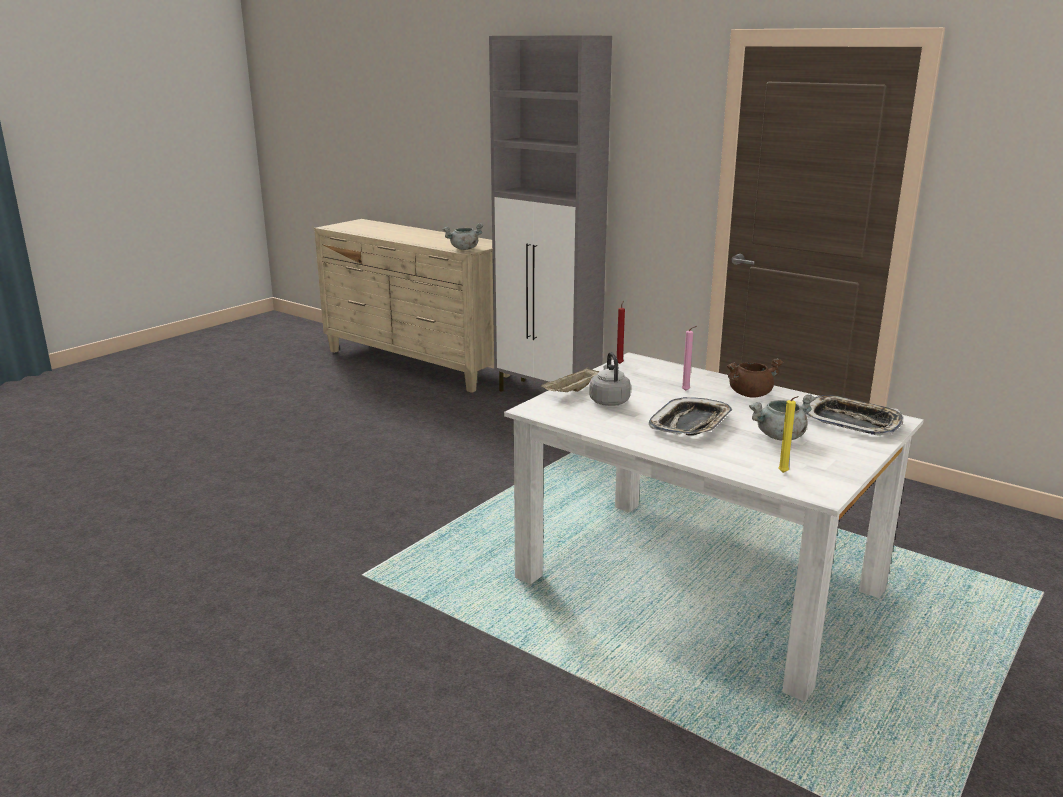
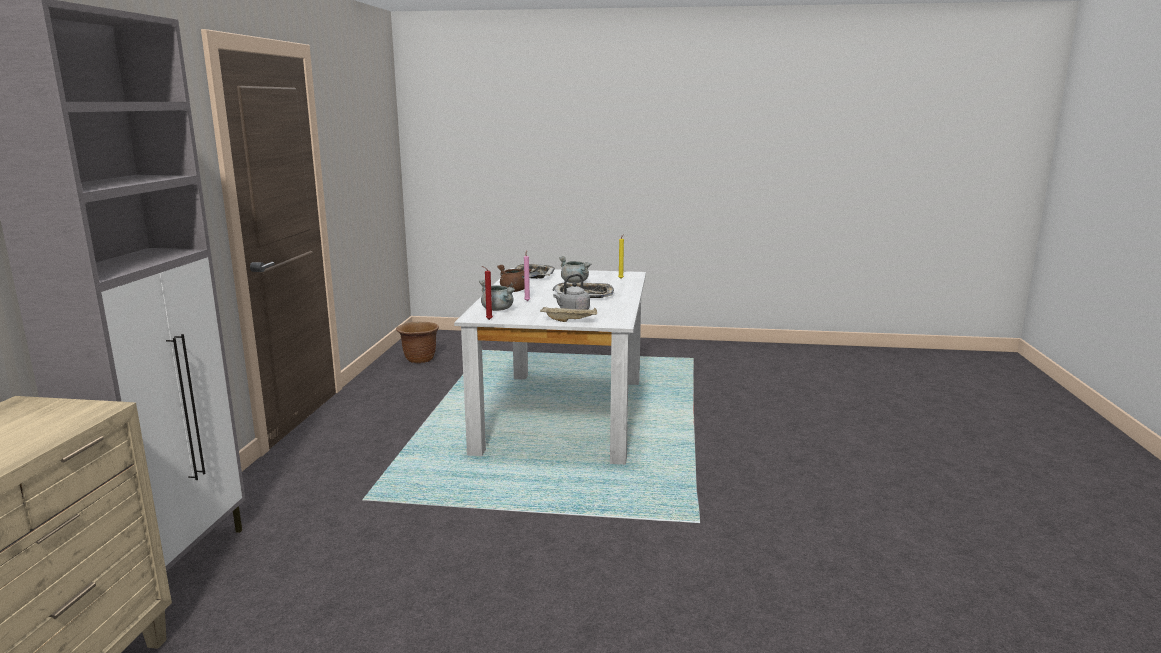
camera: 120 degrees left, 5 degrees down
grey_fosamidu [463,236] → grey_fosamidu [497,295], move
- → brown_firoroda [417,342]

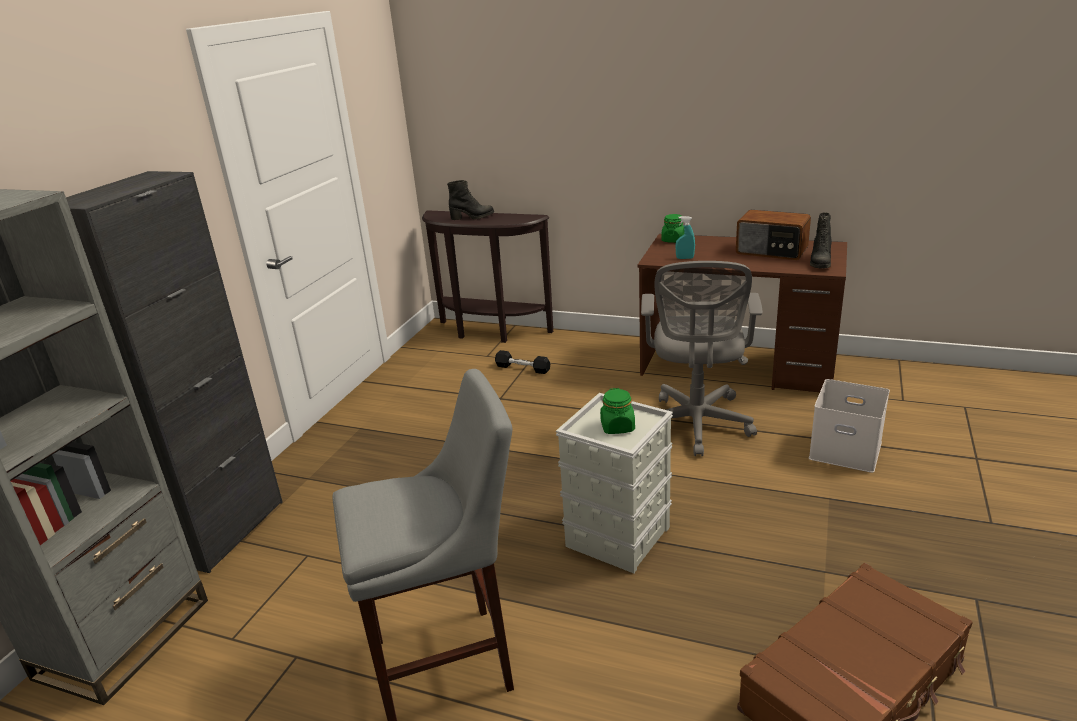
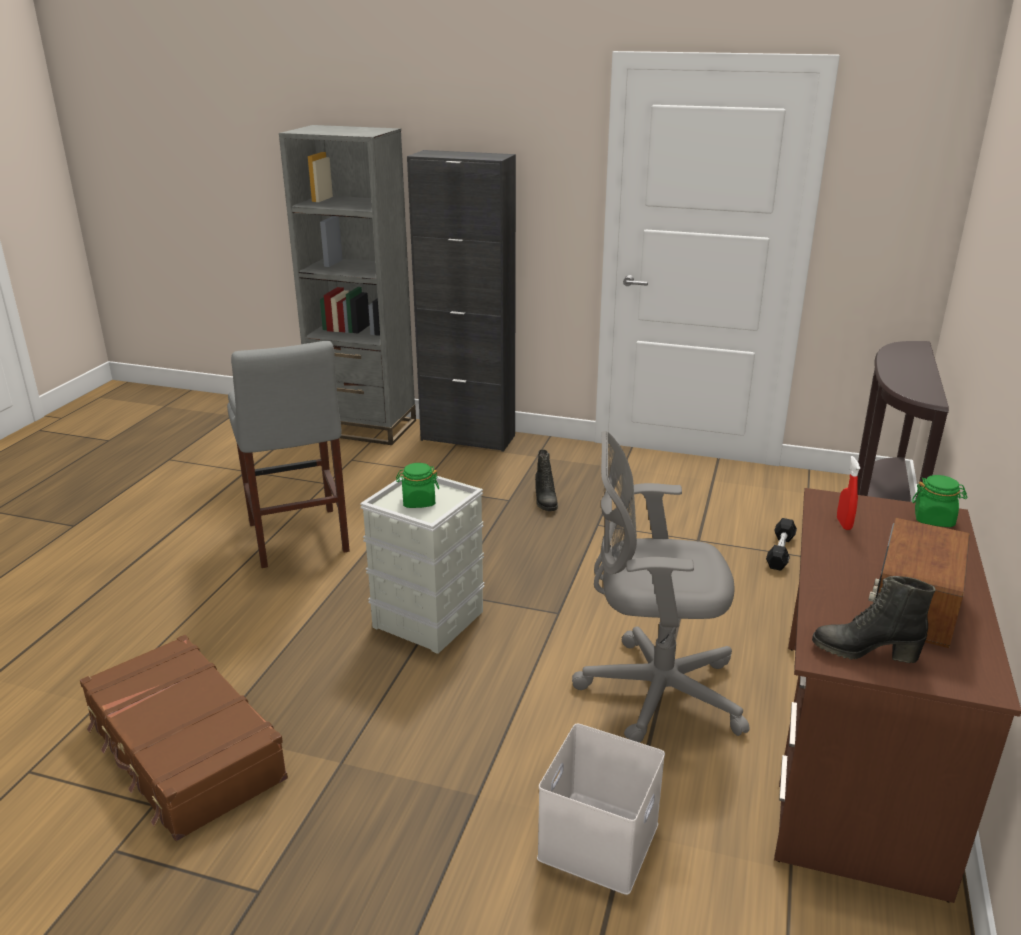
camera: 85 degrees right, 0 degrees up
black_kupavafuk [470,200] → black_kupavafuk [546,480], move
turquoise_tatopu [685,237] → red_tatopu [848,493]

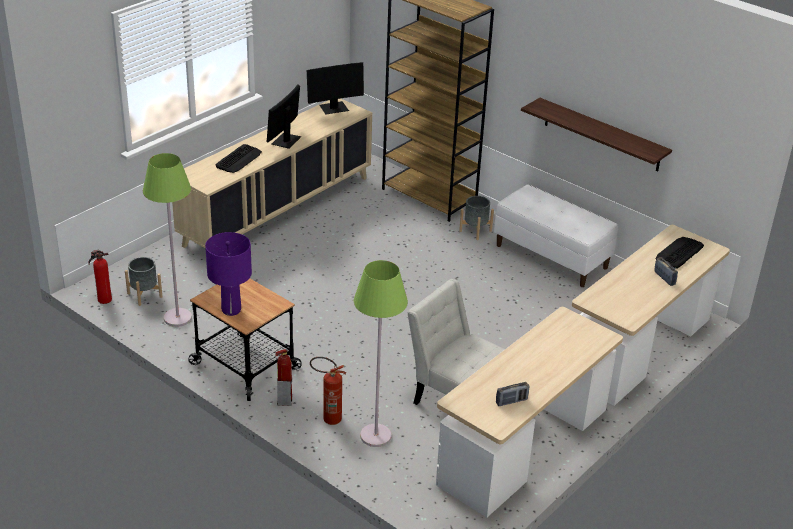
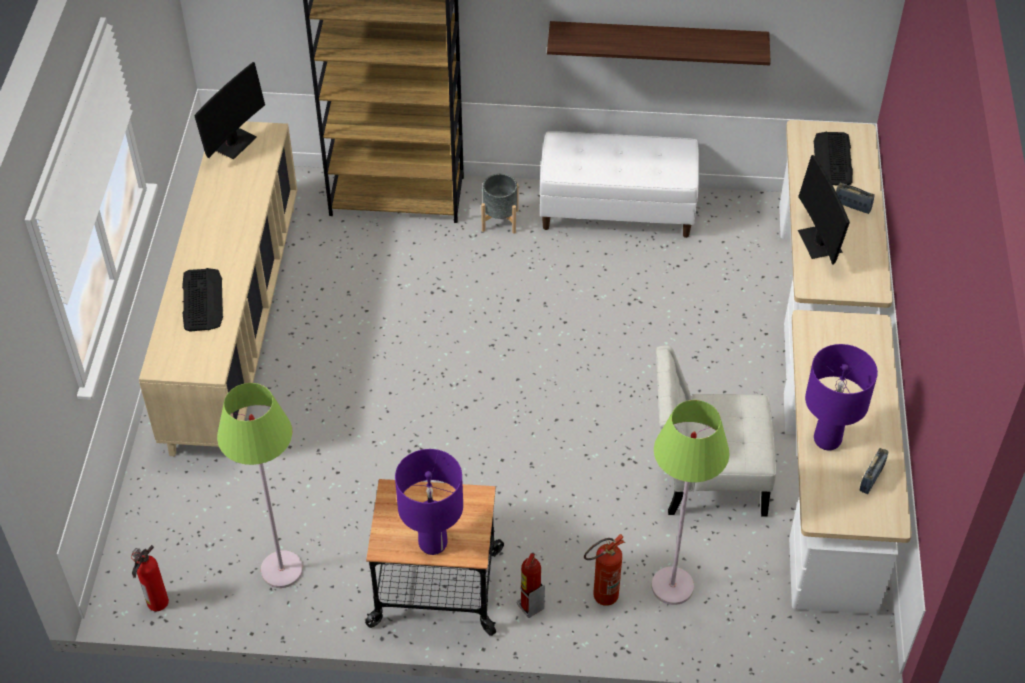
camera: 35 degrees left, 15 degrees up
grey_firoroda [143,281] → -
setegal [284,117] → setegal [824,210], move
- → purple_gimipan [841,397]

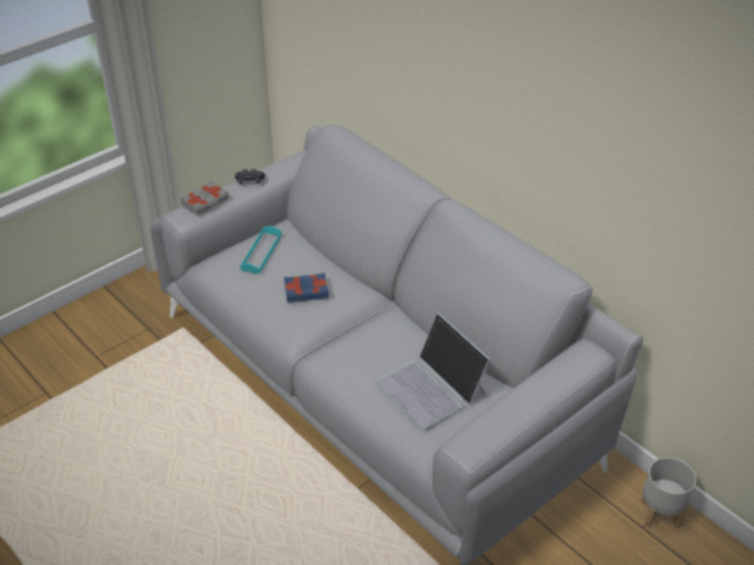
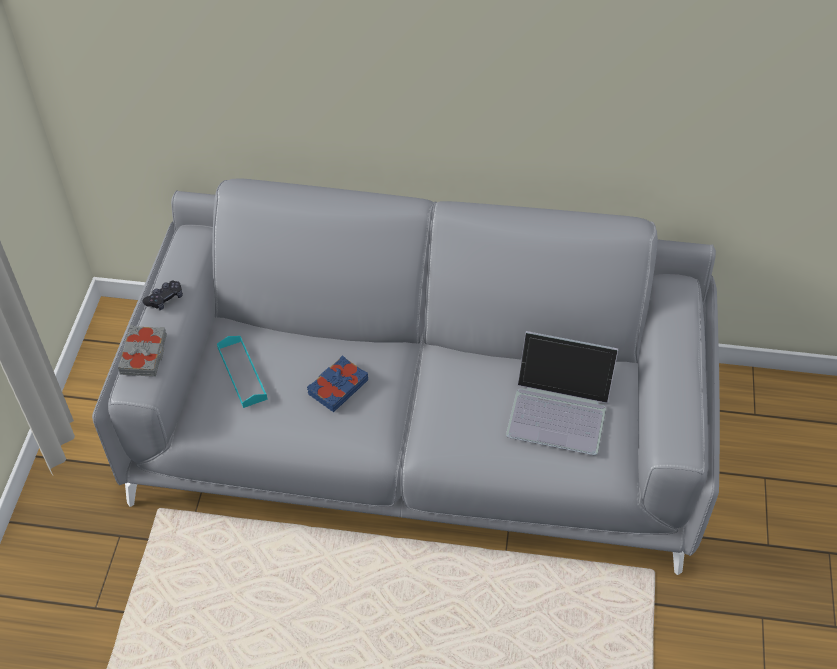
camera: 40 degrees left, 10 degrees up
grey_firoroda [668,493] → -

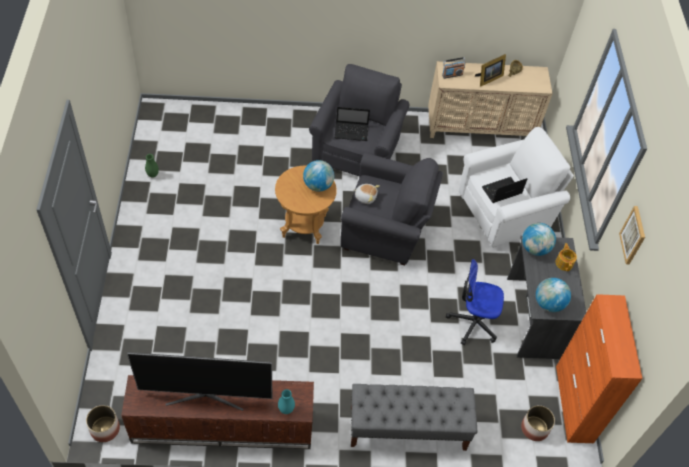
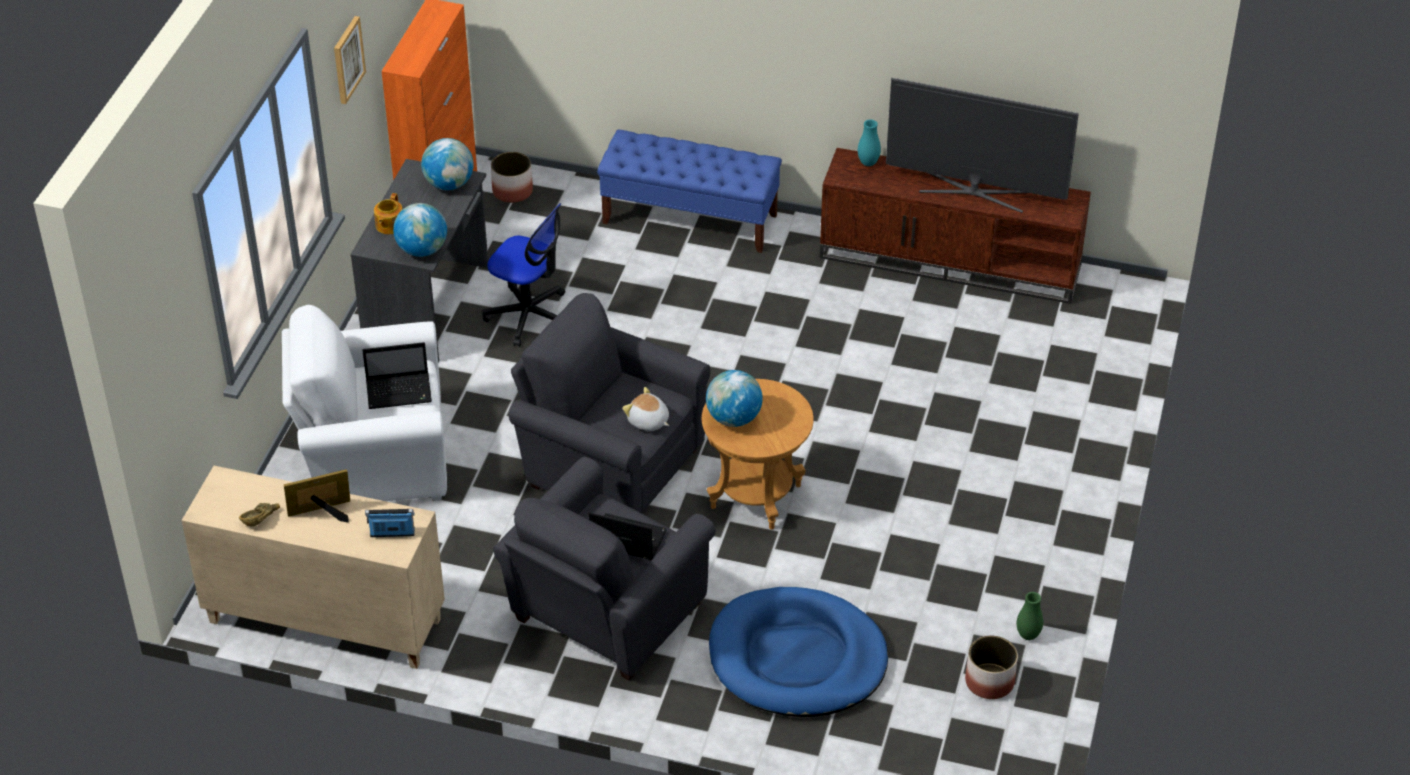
camera: 160 degrees left, 10 degrees down
firoroda [103,423] → firoroda [991,667], move
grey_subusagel [414,417] → blue_subusagel [689,191]
- → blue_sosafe [798,652]

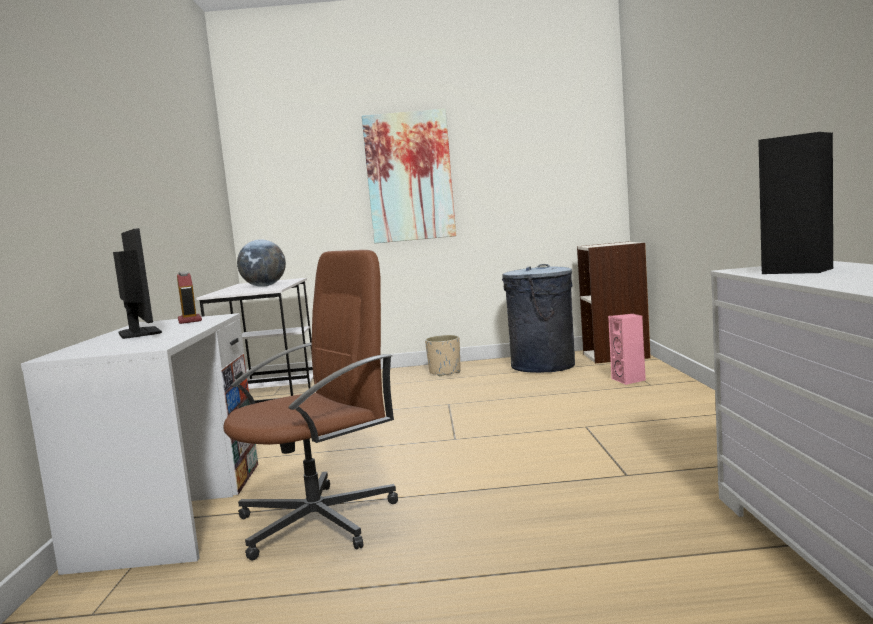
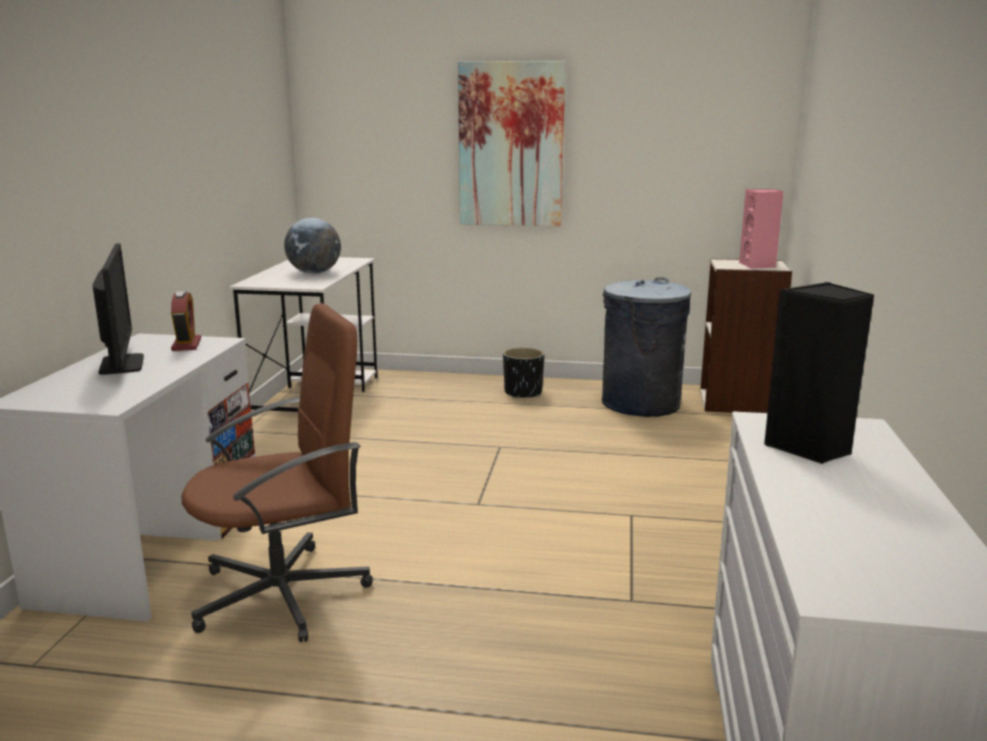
camera: 10 degrees right, 10 degrees up
beige_firoroda [443,355] → black_firoroda [524,373]
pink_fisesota [627,349] → pink_fisesota [761,229], move

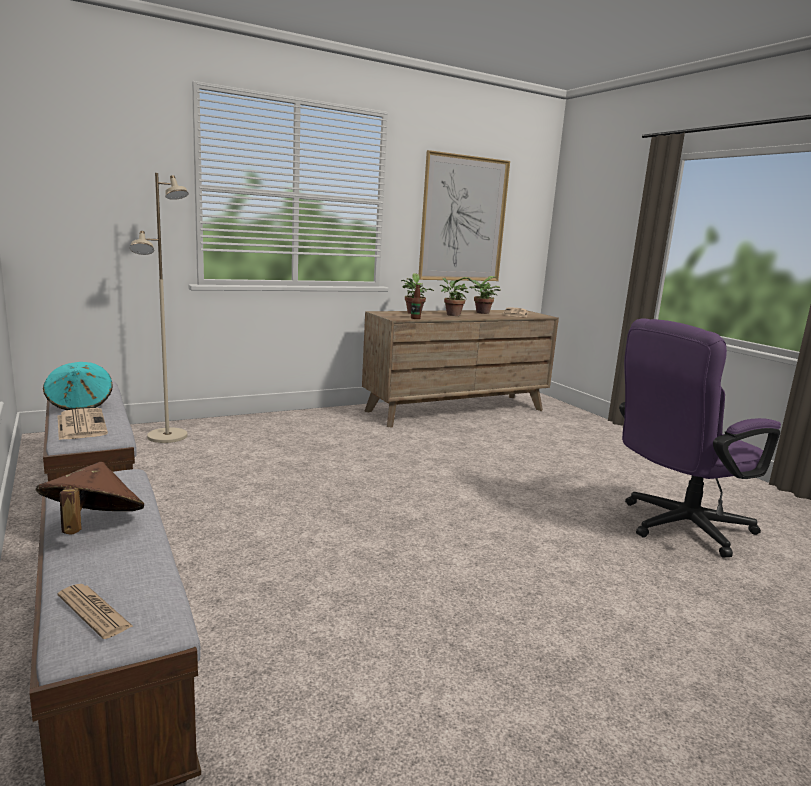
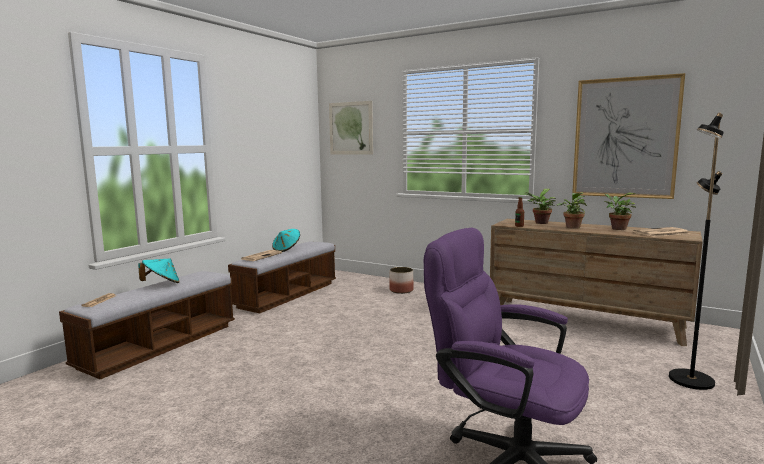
camera: 60 degrees right, 5 degrees down
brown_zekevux [90,498] → turquoise_zekevux [159,270]
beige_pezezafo [159,308] → -
- → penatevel [351,128]
- → firoroda [402,280]
- → black_pezezafo [696,251]

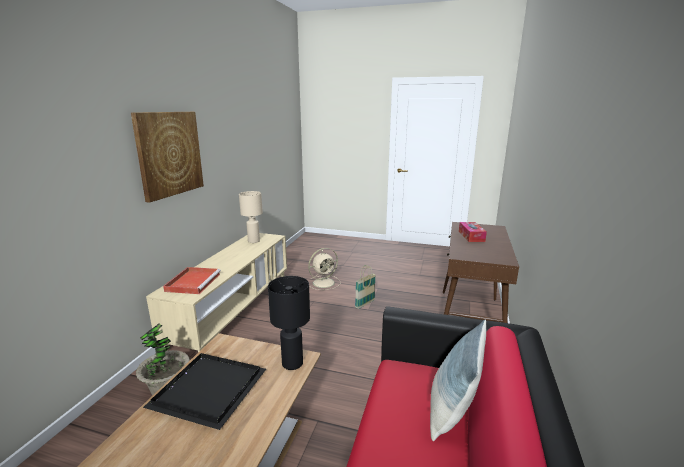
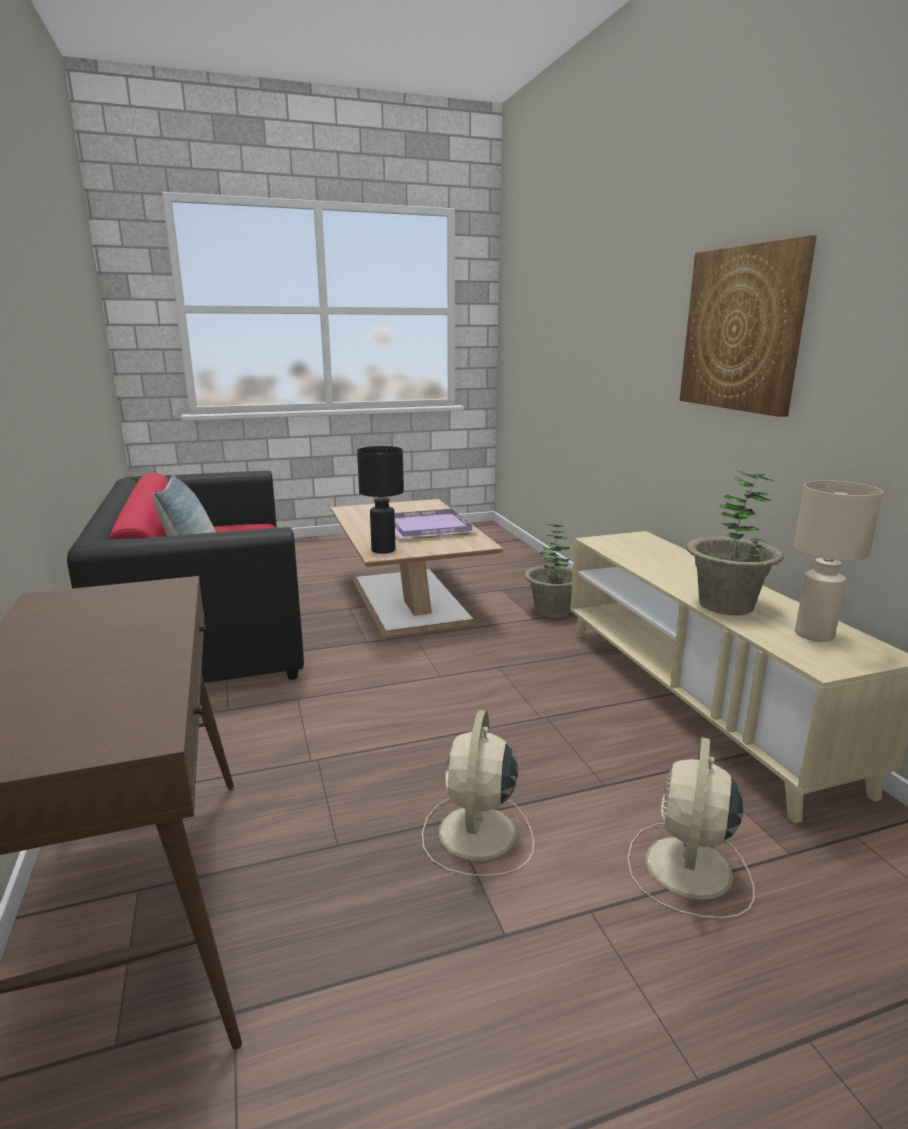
camera: 145 degrees right, 0 degrees up
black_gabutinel [204,391] → purple_gabutinel [436,524]
red_gabutinel [192,280] → -
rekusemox [365,287] → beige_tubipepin [478,793]
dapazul [473,232] → -
- → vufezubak [734,542]

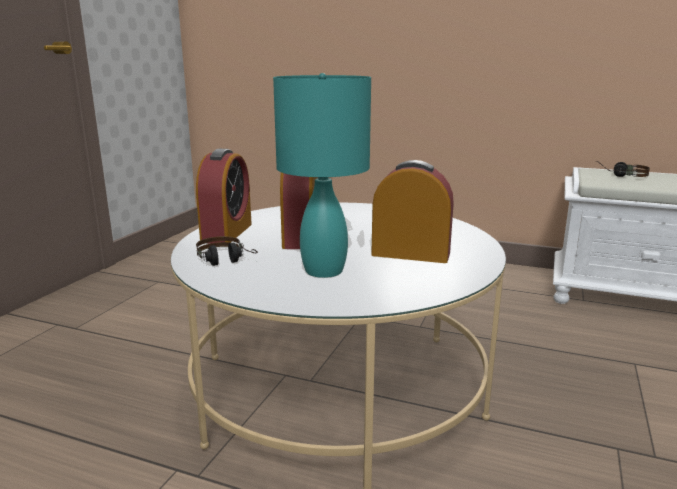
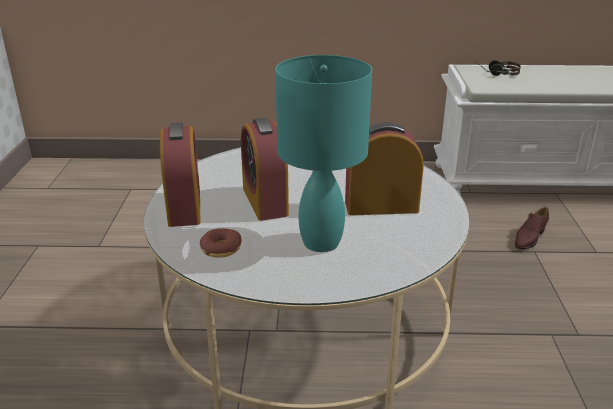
camera: 20 degrees left, 10 degrees up
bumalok [227,251] → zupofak [221,243]
- → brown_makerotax [532,228]

